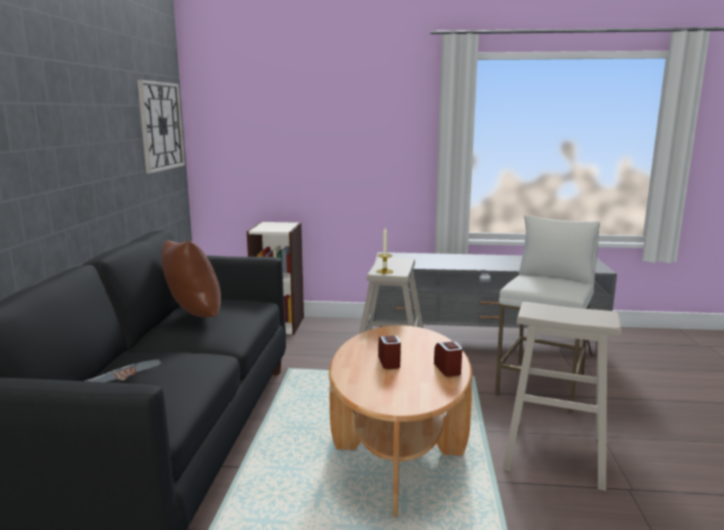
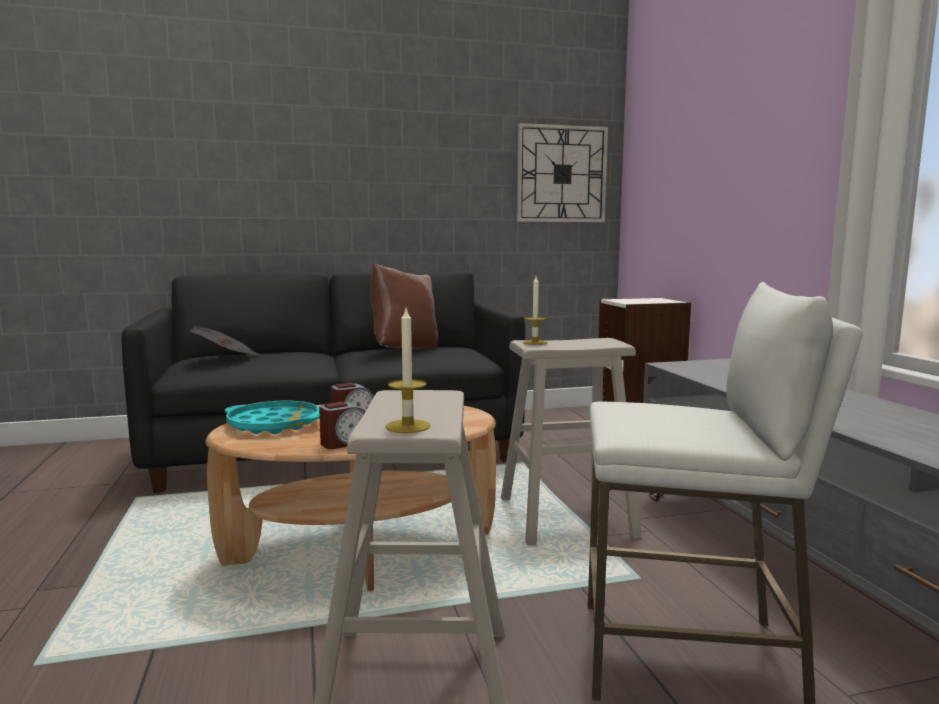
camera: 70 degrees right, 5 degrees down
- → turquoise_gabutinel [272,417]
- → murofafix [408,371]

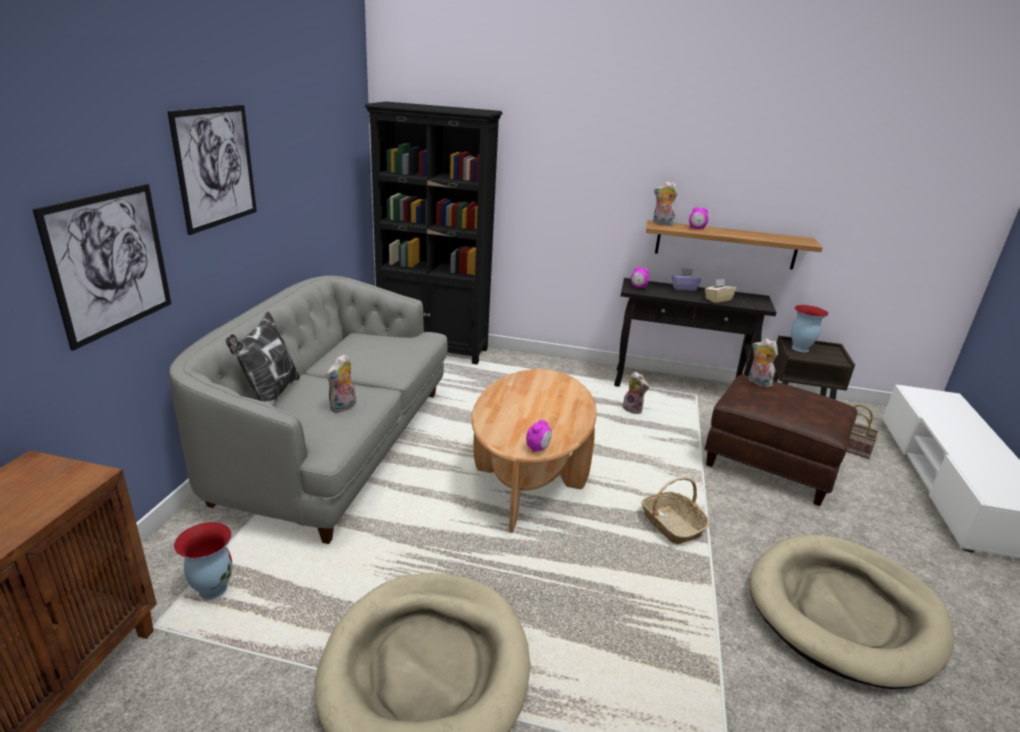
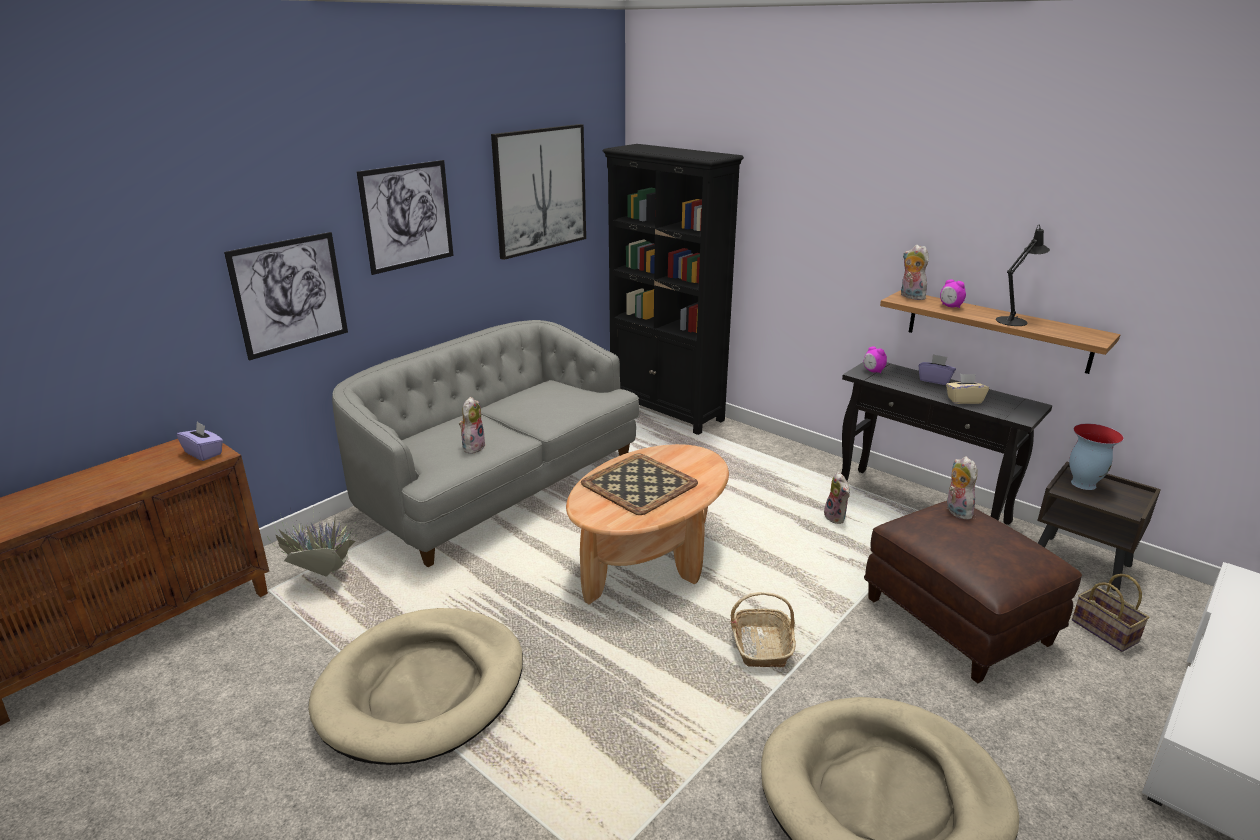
camera: 30 degrees right, 0 degrees up
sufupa [203,561] → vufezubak [311,545]
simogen [263,358] → -
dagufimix [341,383] → dagufimix [471,425], 135 degrees clockwise
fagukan [539,436] → -
- → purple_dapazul [200,441]
- → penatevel [538,192]
- → gabutinel [639,484]
- → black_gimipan [1023,275]

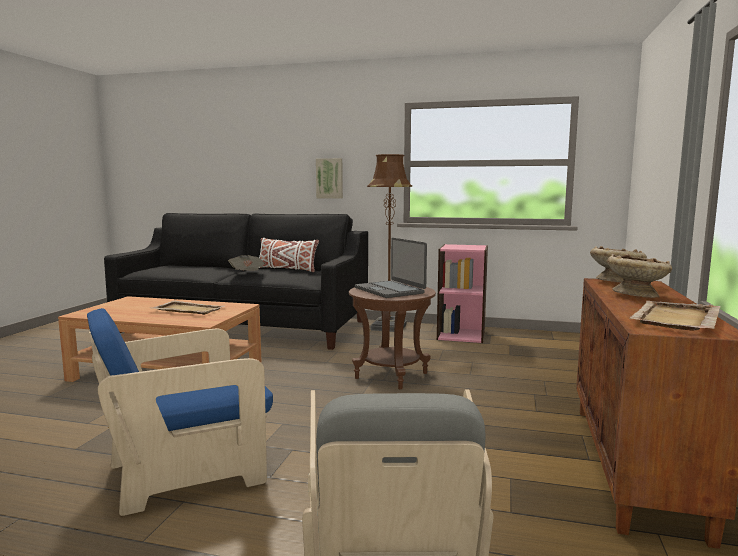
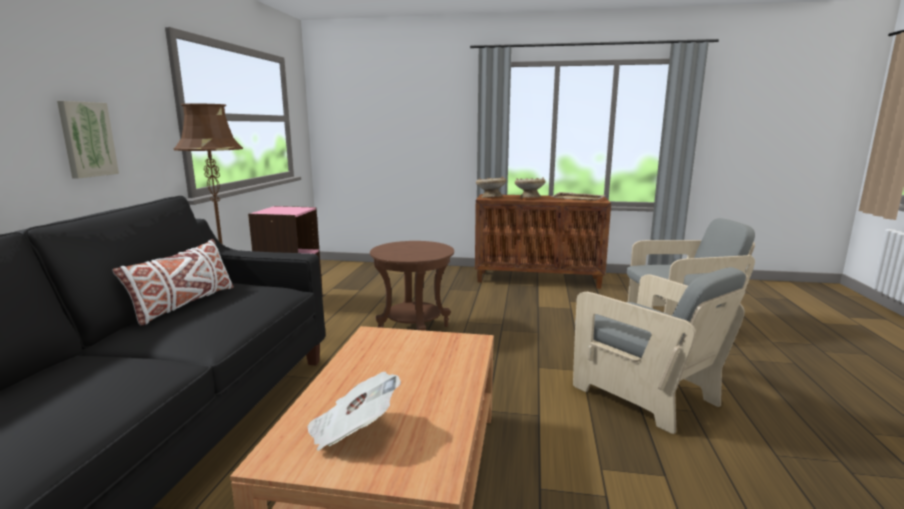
camera: 95 degrees left, 5 degrees up
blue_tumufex [180,412] → grey_tumufex [659,350]
beige_gabutinel [188,308] → -
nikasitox [246,263] → nikasitox [354,411], move
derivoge [391,268] → -

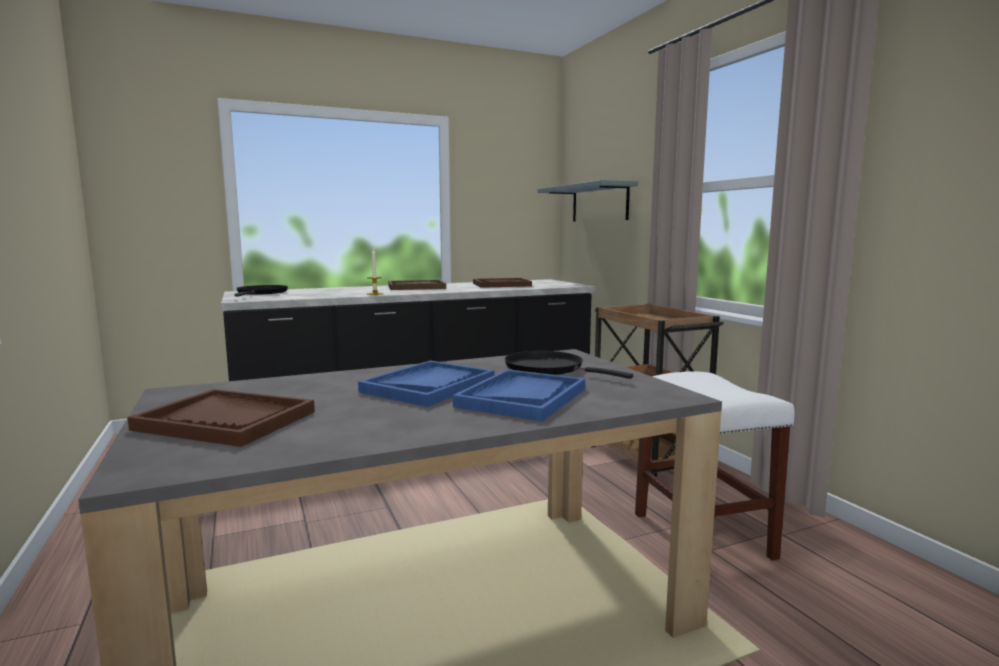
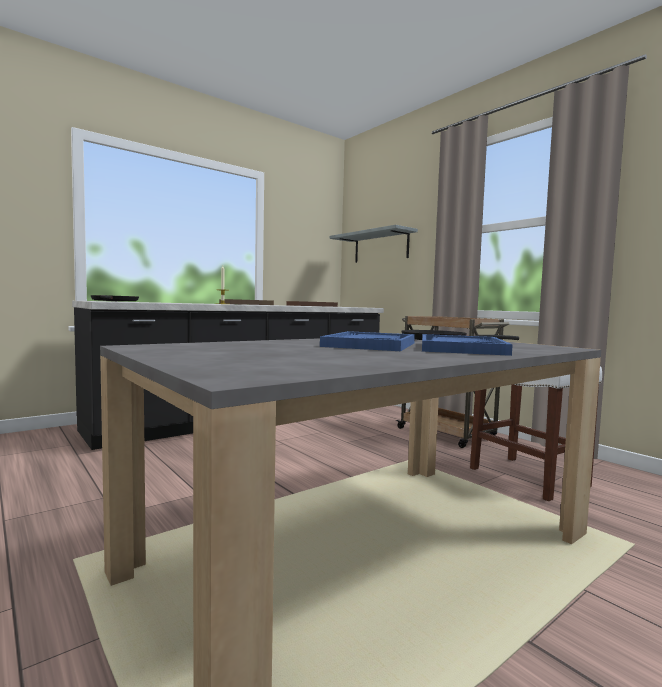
camera: 15 degrees left, 5 degrees down
brown_gabutinel [221,418] → -

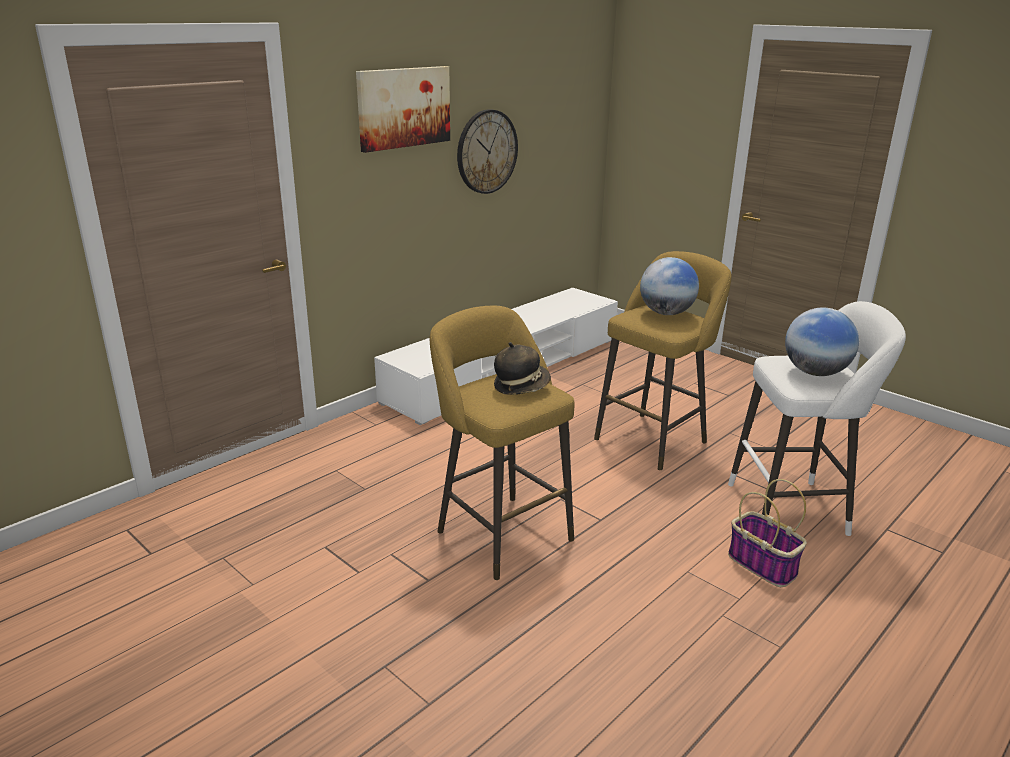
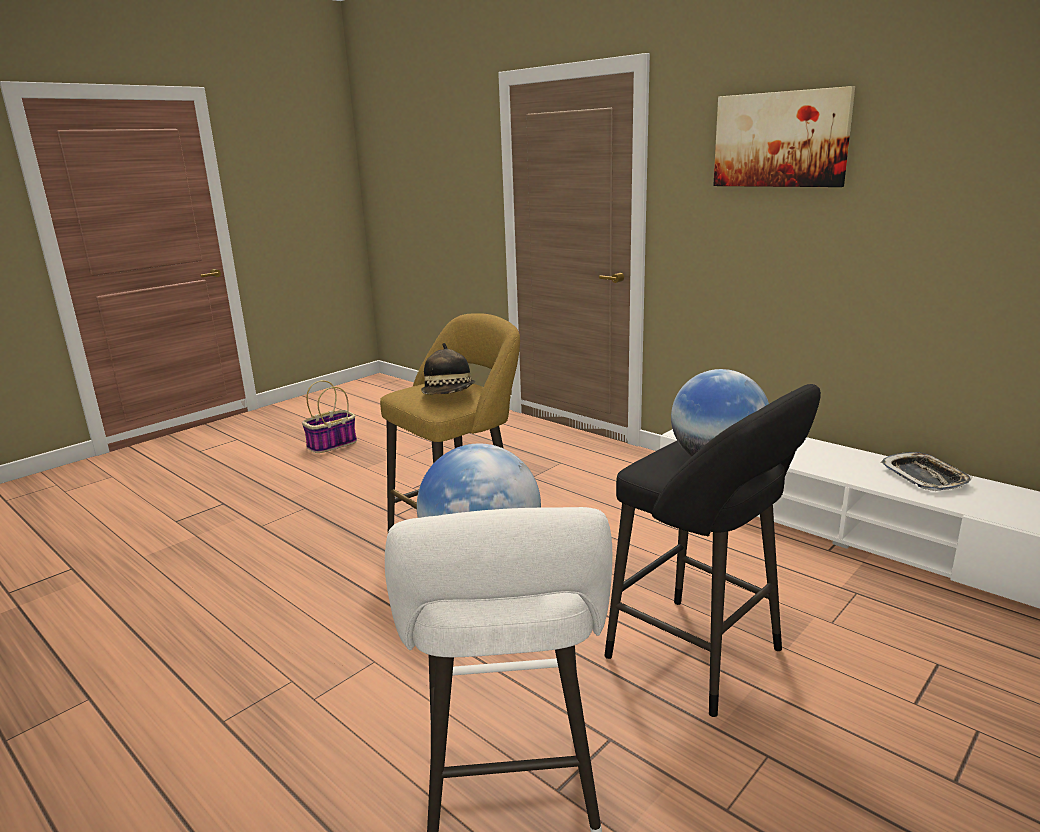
camera: 90 degrees right, 5 degrees down
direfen [487,151] → -
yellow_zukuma [663,360] → black_zukuma [712,550]
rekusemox [767,533] → rekusemox [329,416], move
- → gabutinel [926,471]

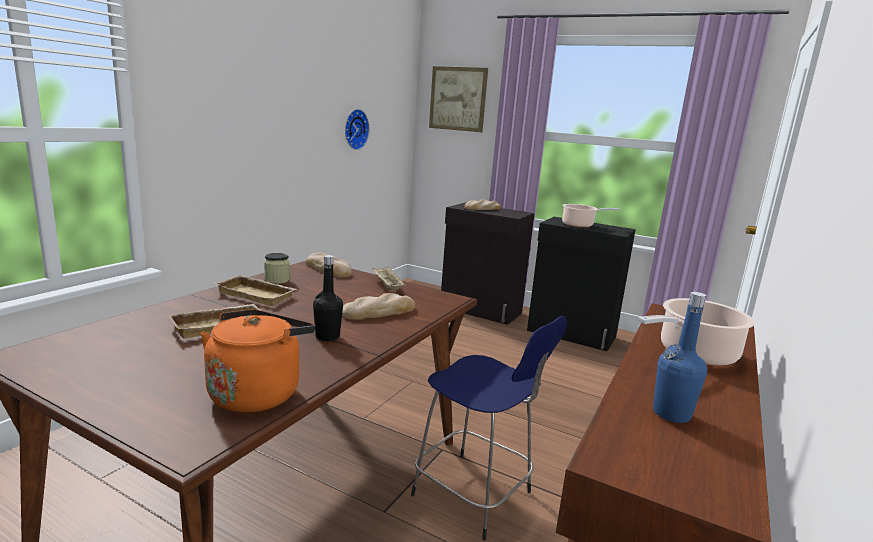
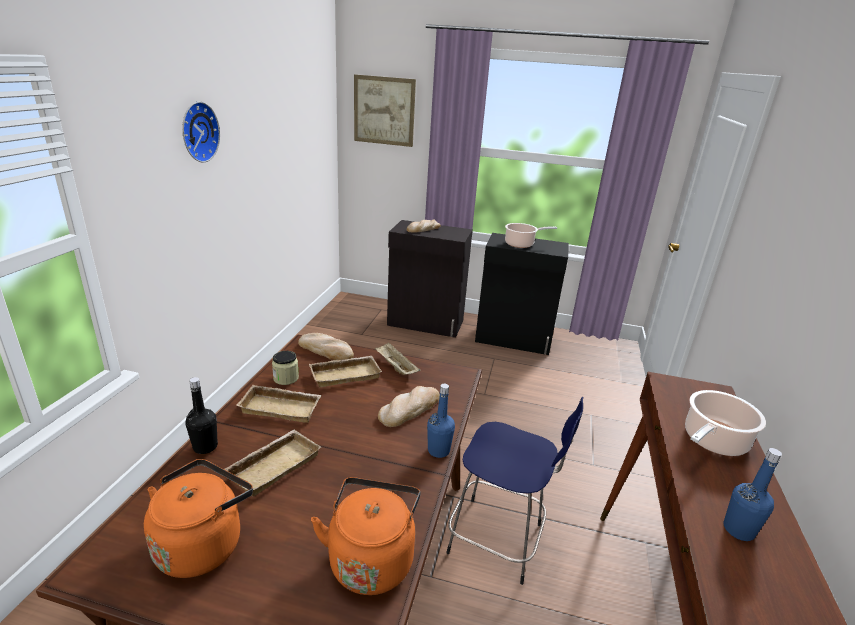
camera: 15 degrees left, 10 degrees up
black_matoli [328,298] → black_matoli [201,415], move
direfen [357,129] → direfen [201,132], move
- → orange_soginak [198,518]
- → beige_gabutinel [345,371]
- → blue_matoli [441,421]

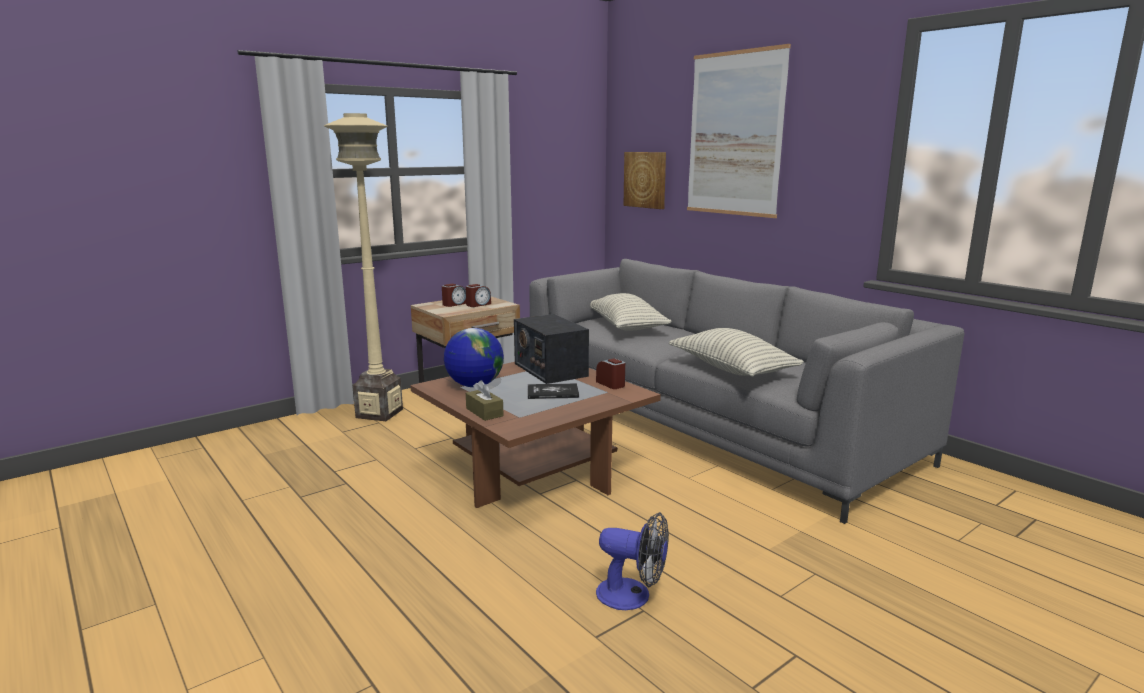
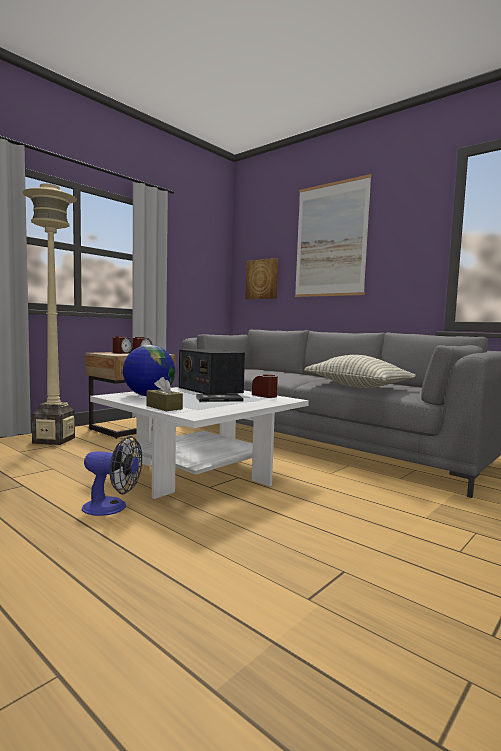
camera: 10 degrees left, 10 degrees down
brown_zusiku [535,435] → white_zusiku [199,443]
simogen [631,312] → -
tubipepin [632,561] → tubipepin [112,476], move

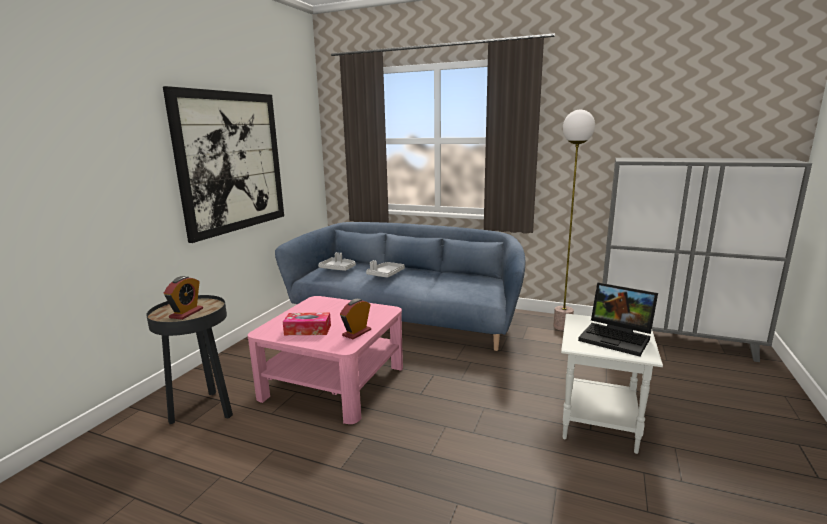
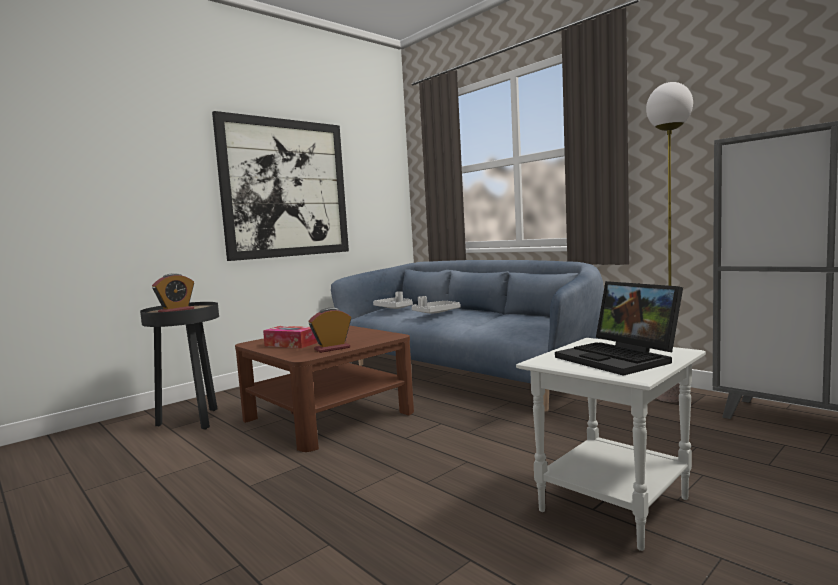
camera: 25 degrees right, 10 degrees down
pink_zusiku [325,360] → brown_zusiku [324,389]

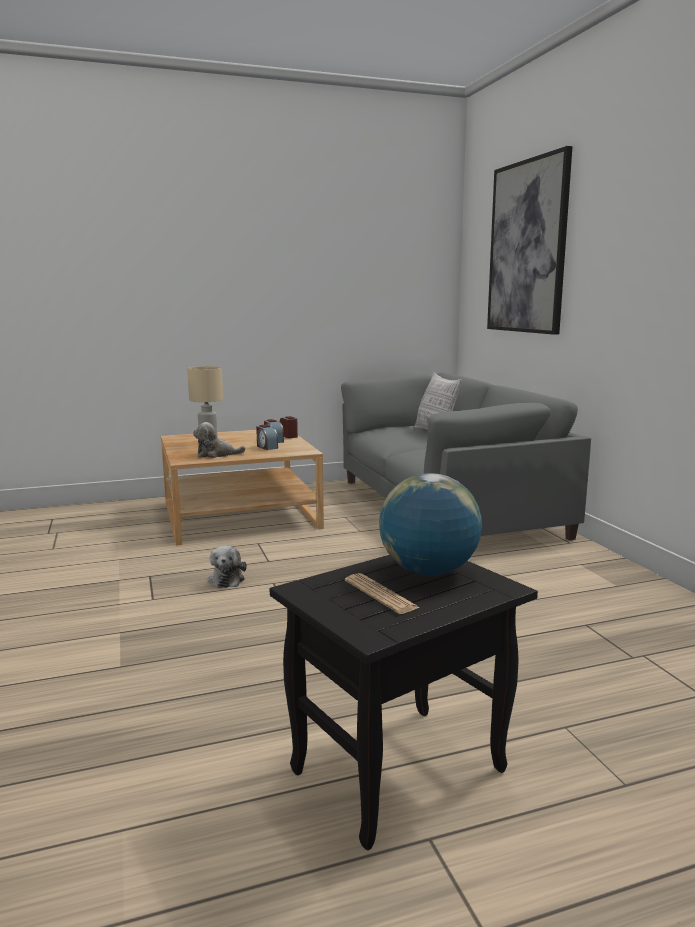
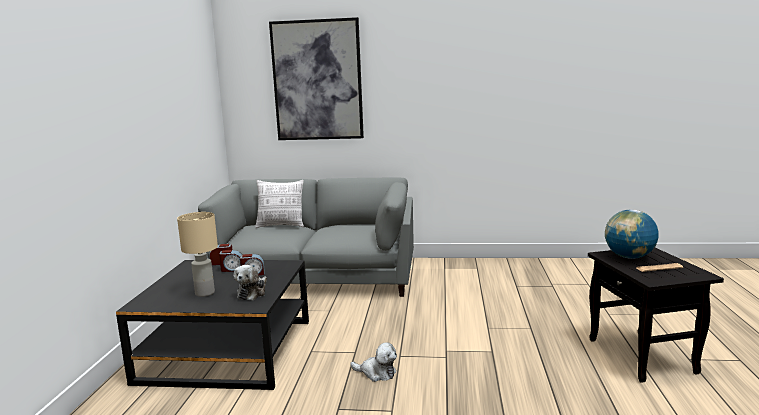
camera: 65 degrees left, 0 degrees up
beige_zusiku [242,488] → black_zusiku [212,325]

